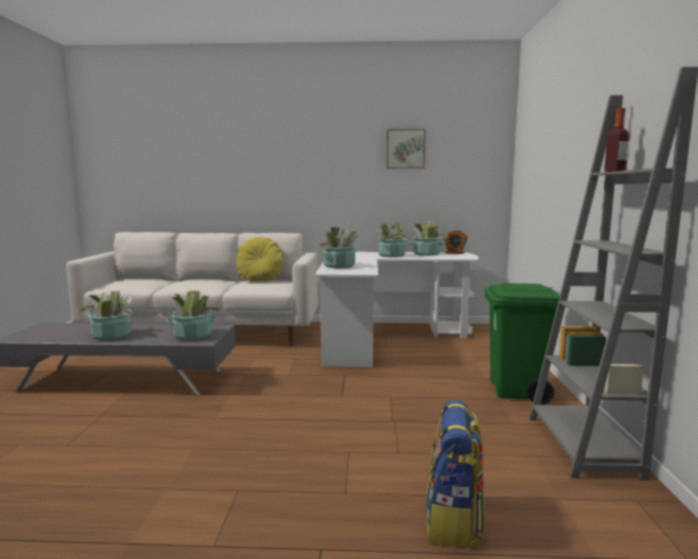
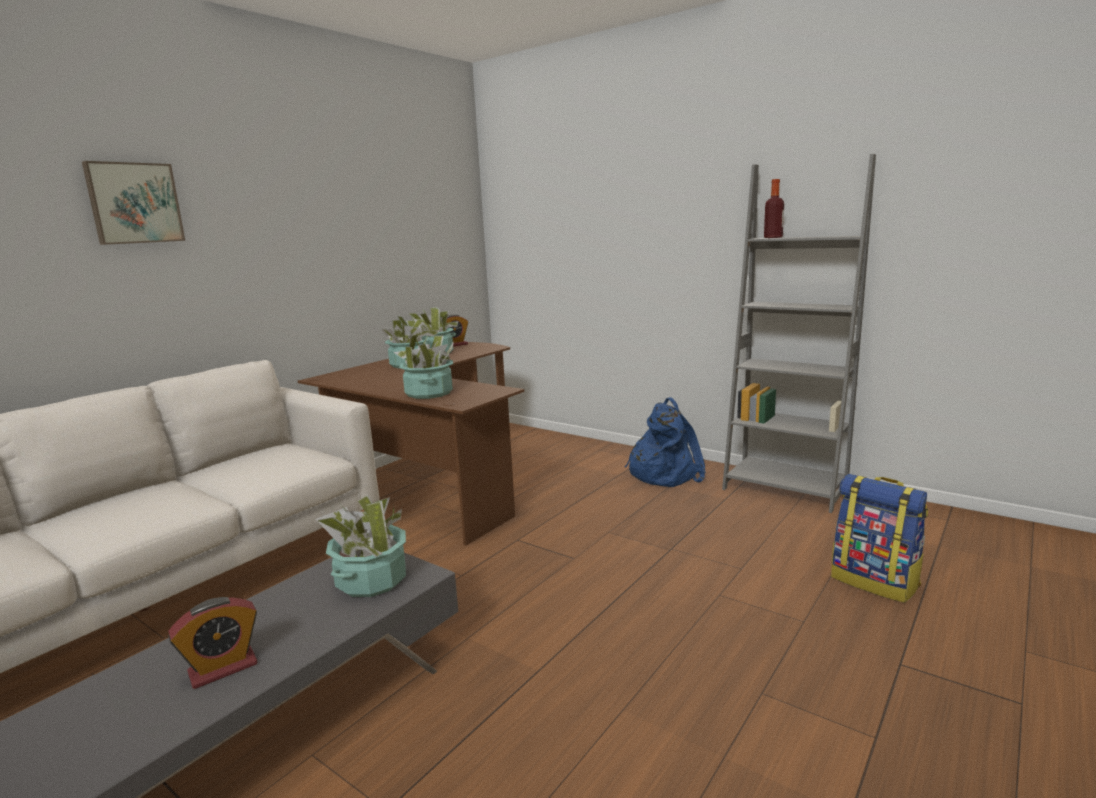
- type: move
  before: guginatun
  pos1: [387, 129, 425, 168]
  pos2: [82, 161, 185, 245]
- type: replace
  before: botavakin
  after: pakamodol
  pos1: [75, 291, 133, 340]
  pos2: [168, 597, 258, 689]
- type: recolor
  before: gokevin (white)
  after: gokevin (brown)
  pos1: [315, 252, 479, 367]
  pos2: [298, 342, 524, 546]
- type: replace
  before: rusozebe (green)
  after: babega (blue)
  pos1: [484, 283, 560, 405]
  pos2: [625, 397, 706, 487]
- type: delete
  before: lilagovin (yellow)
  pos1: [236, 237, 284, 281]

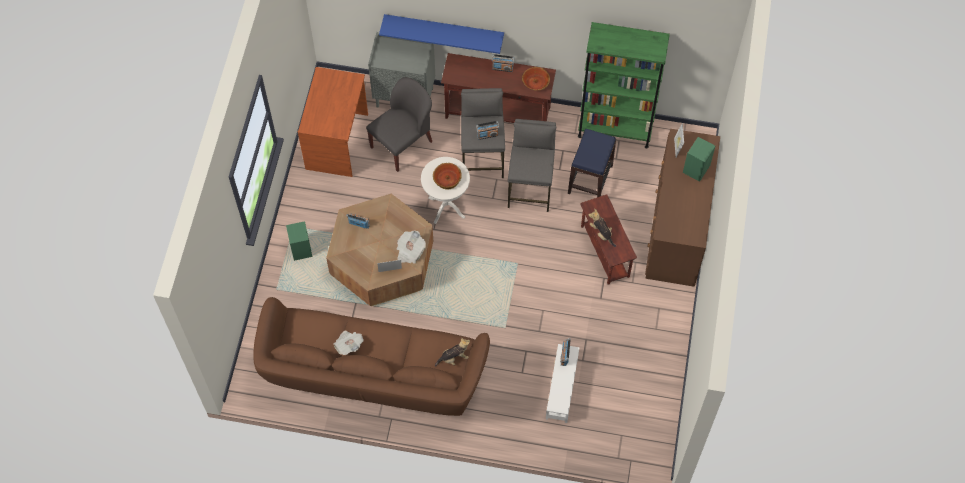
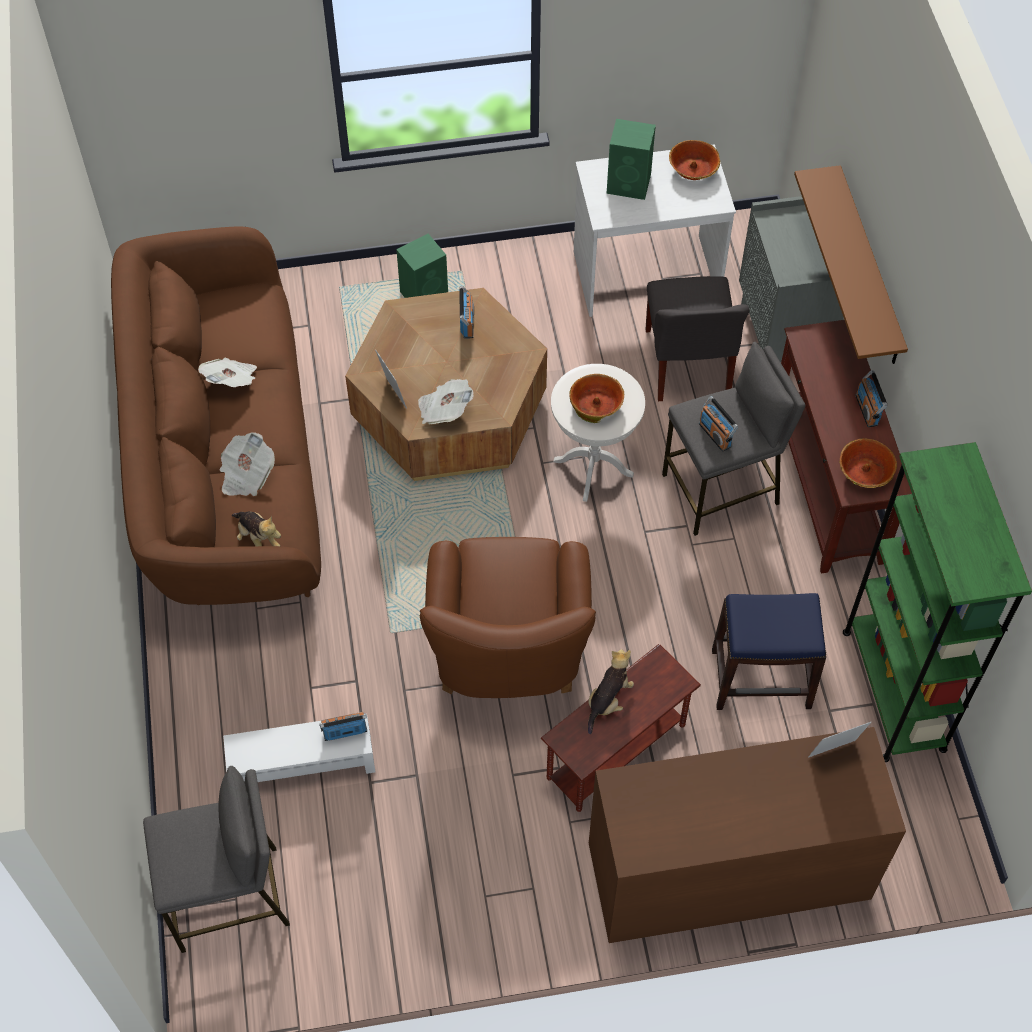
- type: move
  before: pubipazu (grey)
  pos1: [508, 119, 556, 212]
  pos2: [143, 766, 290, 953]
- type: insert
  after: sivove
  pos2: [220, 432, 275, 496]
- type: insert
  after: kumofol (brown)
  pos2: [420, 537, 596, 698]
- type: recolor
  before: gokevin (brown)
  after: gokevin (white)
  pos1: [298, 67, 368, 177]
  pos2: [574, 144, 736, 317]
- type: move
  before: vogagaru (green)
  pos1: [683, 137, 715, 182]
  pos2: [606, 119, 656, 200]
- type: rotate
  before: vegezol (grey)
  pos1: [366, 77, 432, 172]
  pos2: [646, 276, 750, 401]
  turn: 60
- type: insert
  after: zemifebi
  pos2: [669, 140, 720, 180]
- type: recolor
  before: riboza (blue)
  after: riboza (brown)
  pos1: [379, 14, 504, 54]
  pos2: [794, 165, 908, 364]

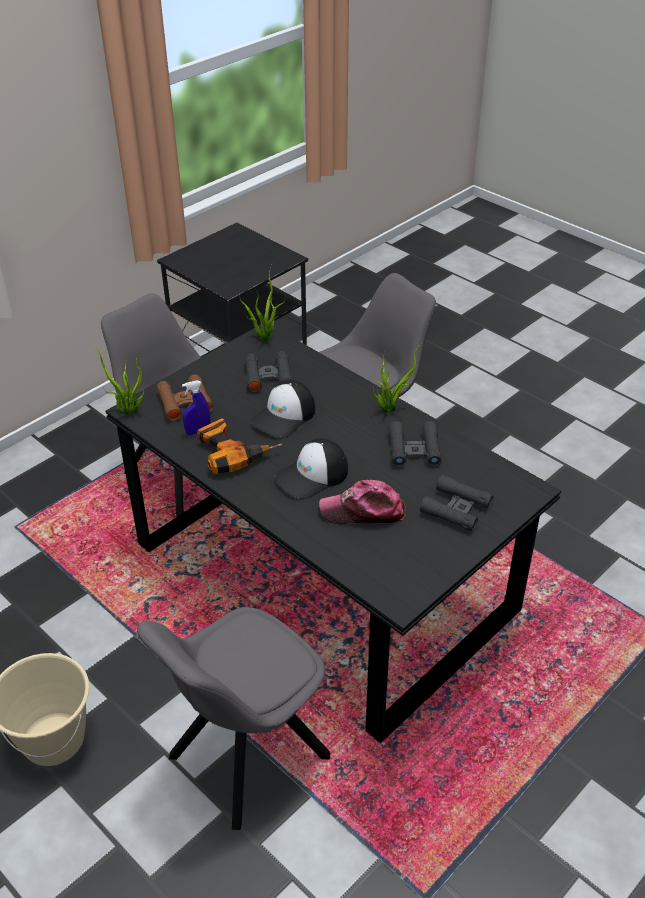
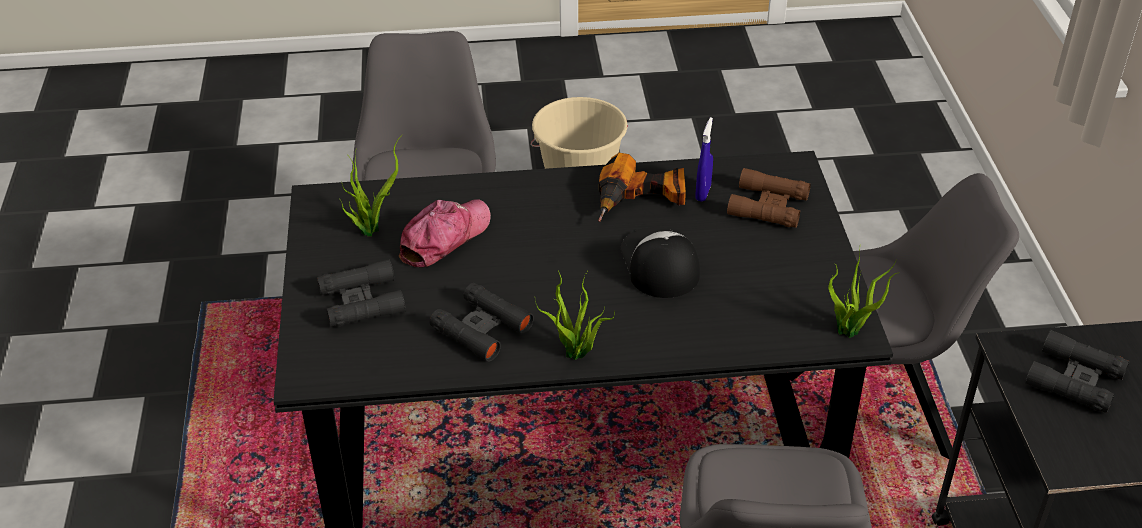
- type: move
  before: botavakin
  pos1: [93, 343, 144, 415]
  pos2: [340, 134, 403, 236]
- type: move
  before: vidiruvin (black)
  pos1: [245, 351, 293, 393]
  pos2: [1025, 330, 1130, 413]
- type: delete
  before: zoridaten
  pos1: [275, 438, 348, 499]

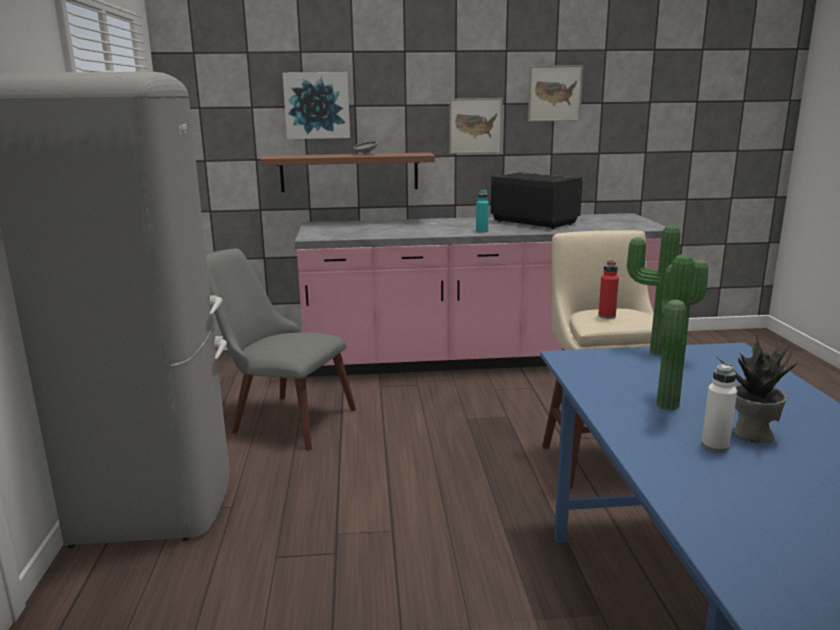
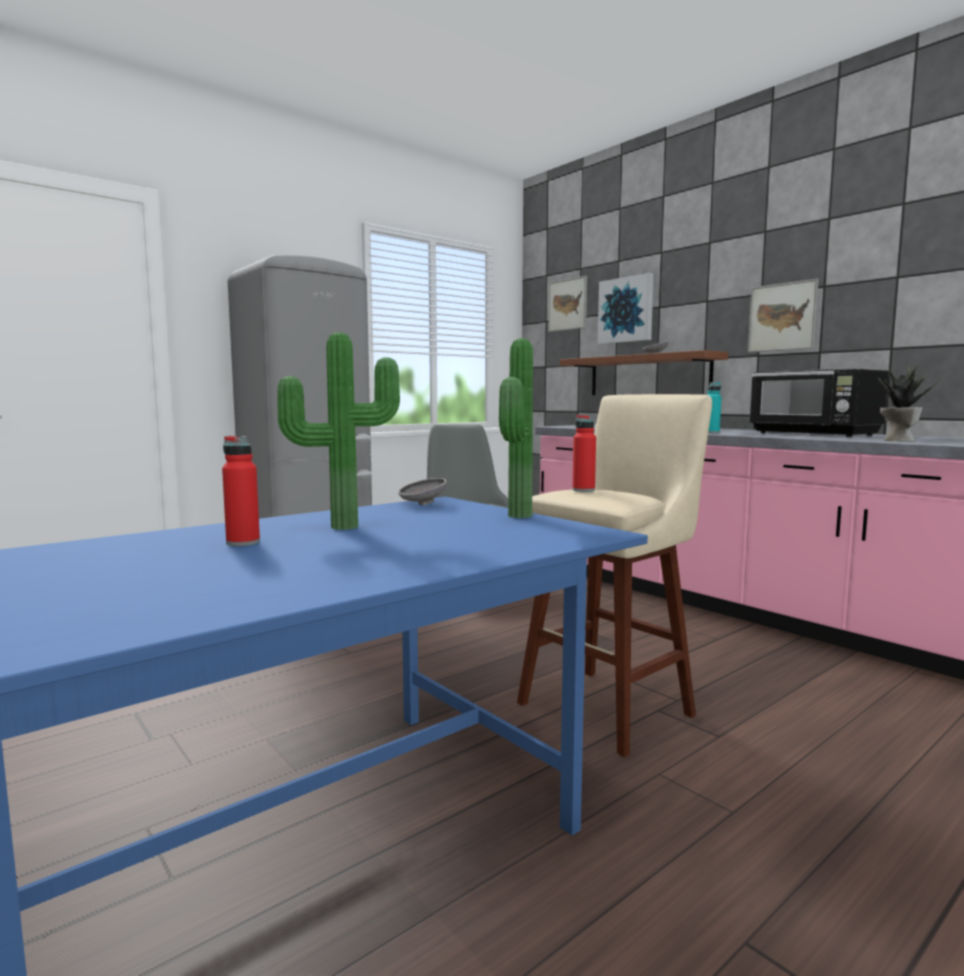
- type: recolor
  before: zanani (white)
  after: zanani (red)
  pos1: [701, 363, 737, 452]
  pos2: [222, 436, 260, 546]
- type: insert
  after: zemifebi (grey)
  pos2: [398, 478, 447, 505]
- type: move
  before: guginatun
  pos1: [528, 65, 583, 122]
  pos2: [548, 276, 587, 332]
- type: rotate
  before: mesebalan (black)
  pos1: [491, 172, 584, 229]
  pos2: [749, 369, 889, 437]
  turn: 135
- type: move
  before: botavakin
  pos1: [717, 333, 799, 443]
  pos2: [878, 364, 938, 442]

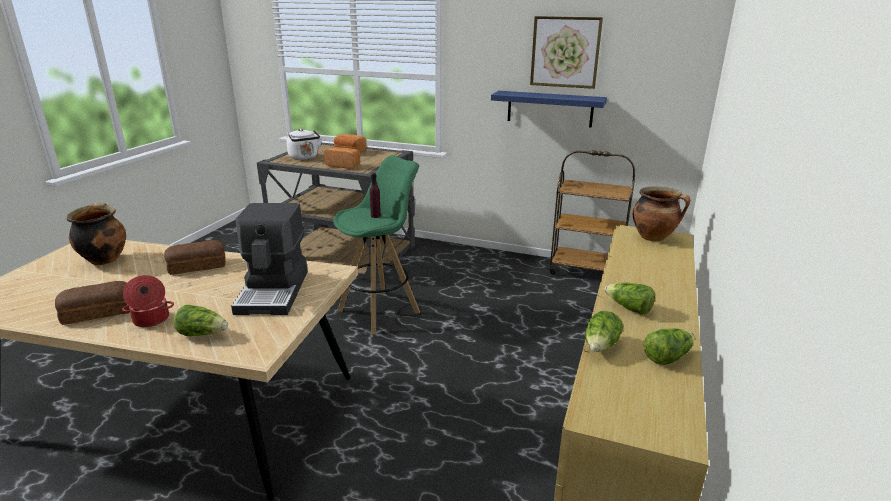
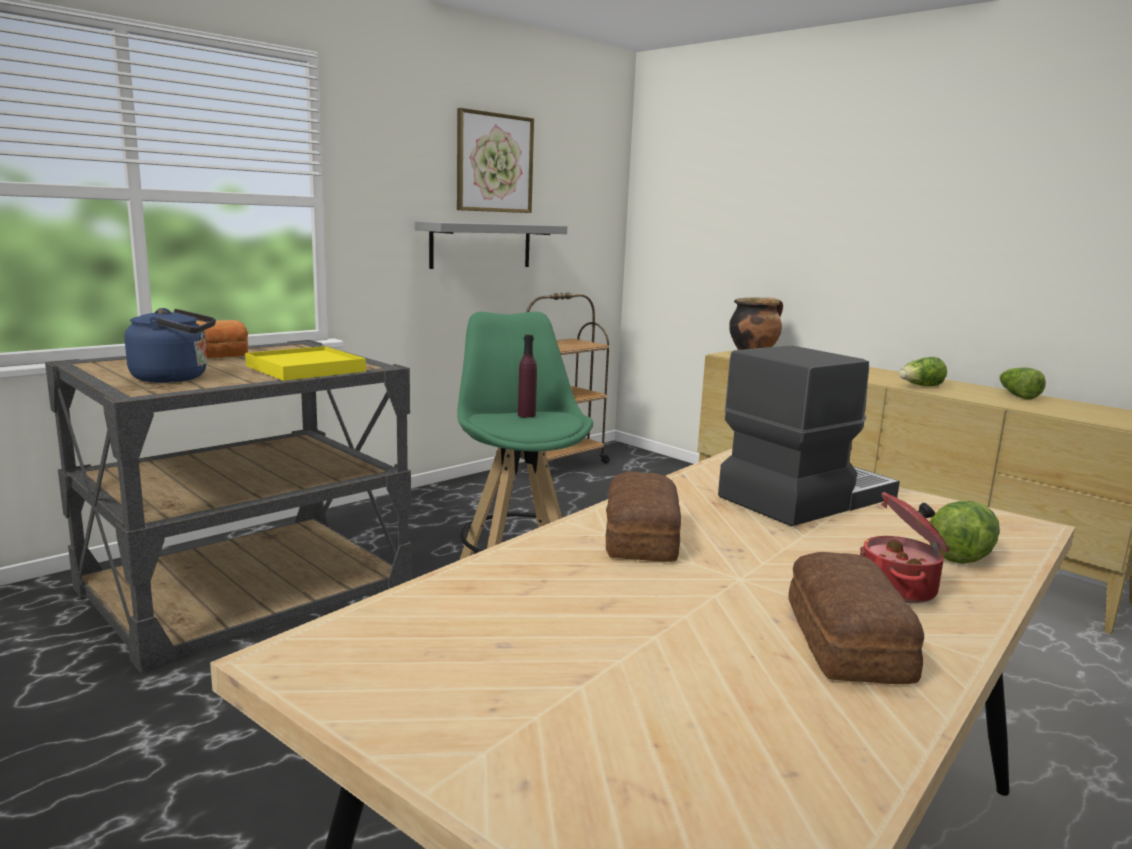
- type: recolor
  before: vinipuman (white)
  after: vinipuman (blue)
  pos1: [286, 129, 322, 160]
  pos2: [125, 308, 216, 383]
- type: replace
  before: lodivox
  after: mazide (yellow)
  pos1: [324, 147, 360, 169]
  pos2: [245, 346, 366, 381]
- type: recolor
  before: riboza (blue)
  after: riboza (grey)
  pos1: [491, 91, 607, 128]
  pos2: [415, 221, 567, 269]
- type: rotate
  before: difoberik
  pos1: [231, 203, 308, 315]
  pos2: [718, 346, 900, 526]
  turn: -60
- type: delete
  before: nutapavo
  pos1: [67, 203, 126, 265]
- type: delete
  before: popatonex
  pos1: [585, 311, 623, 352]

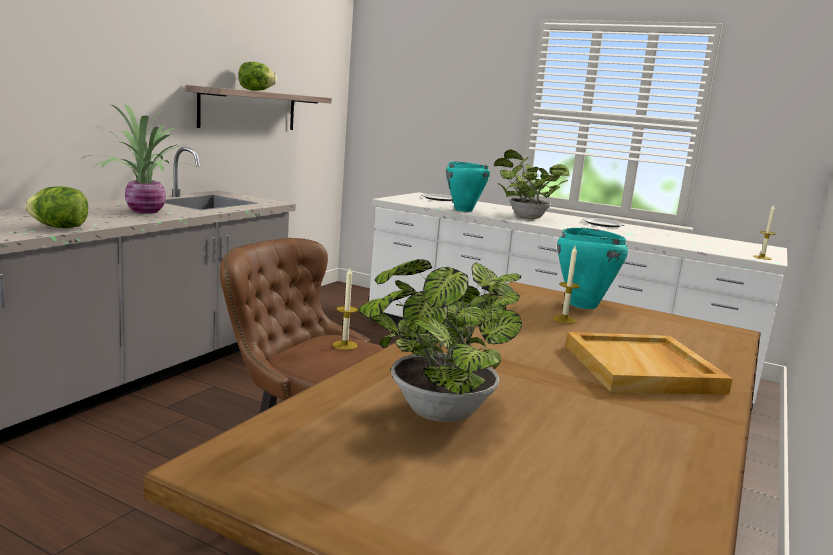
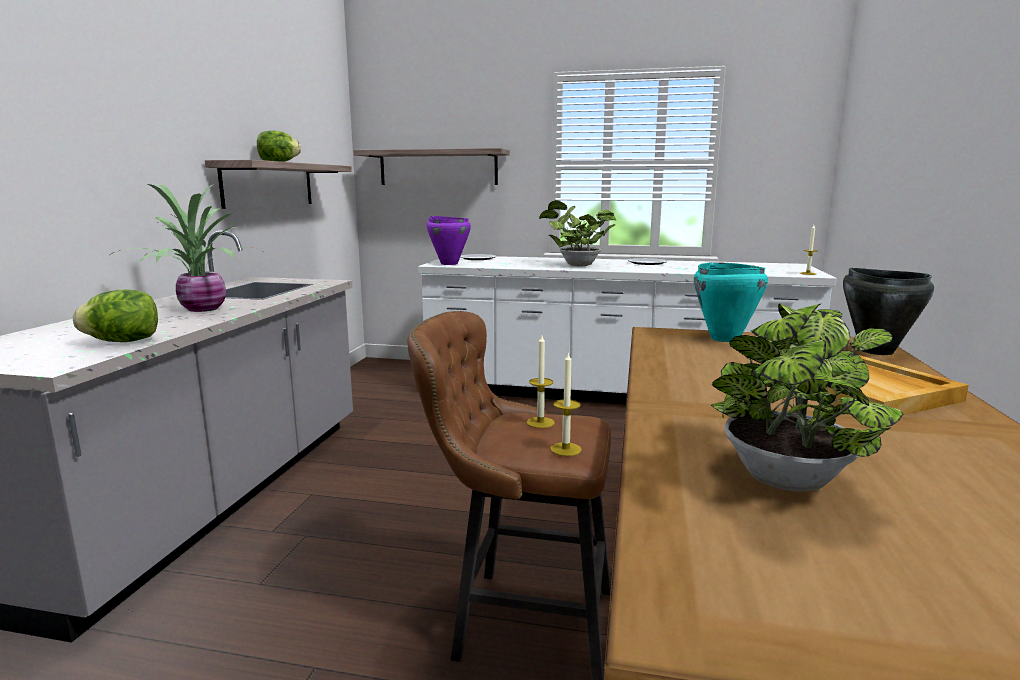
- type: insert
  after: riboza
  pos2: [353, 148, 510, 185]
- type: insert
  after: nutapavo (purple)
  pos2: [426, 216, 471, 265]
- type: move
  before: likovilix
  pos1: [553, 246, 580, 324]
  pos2: [550, 353, 582, 456]
- type: insert
  after: nutapavo (black)
  pos2: [843, 268, 934, 355]
- type: delete
  before: nutapavo (turquoise)
  pos1: [446, 161, 490, 212]

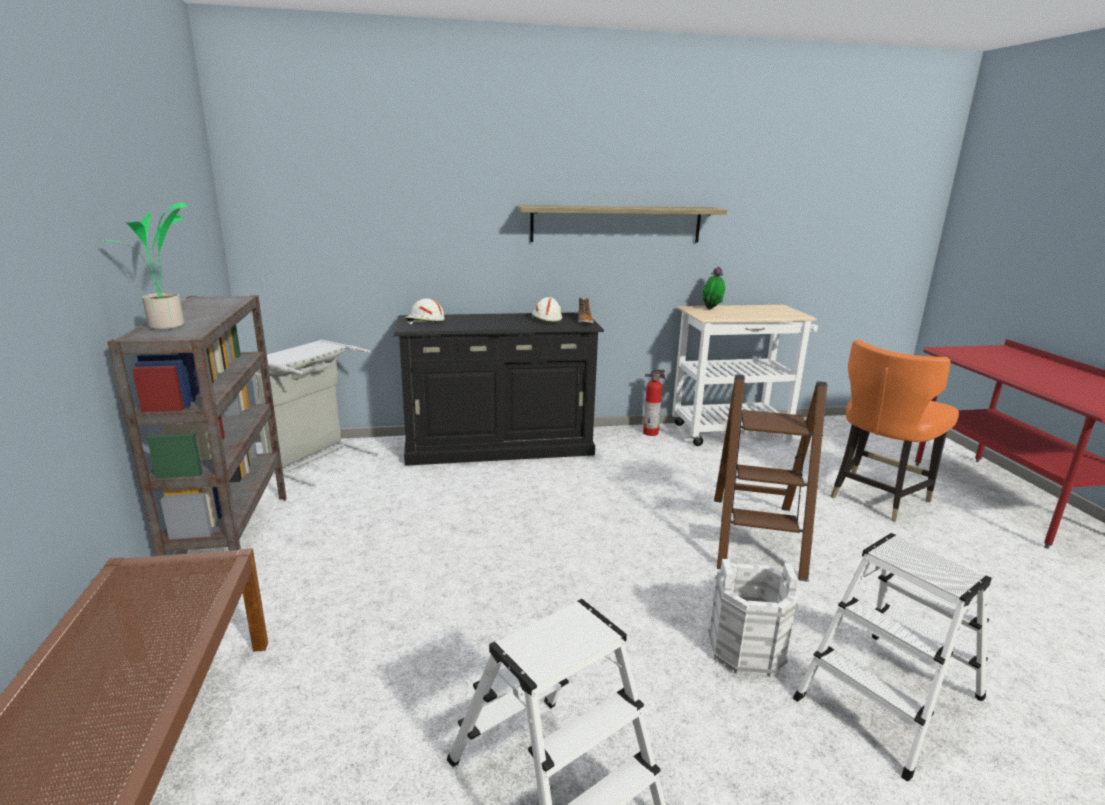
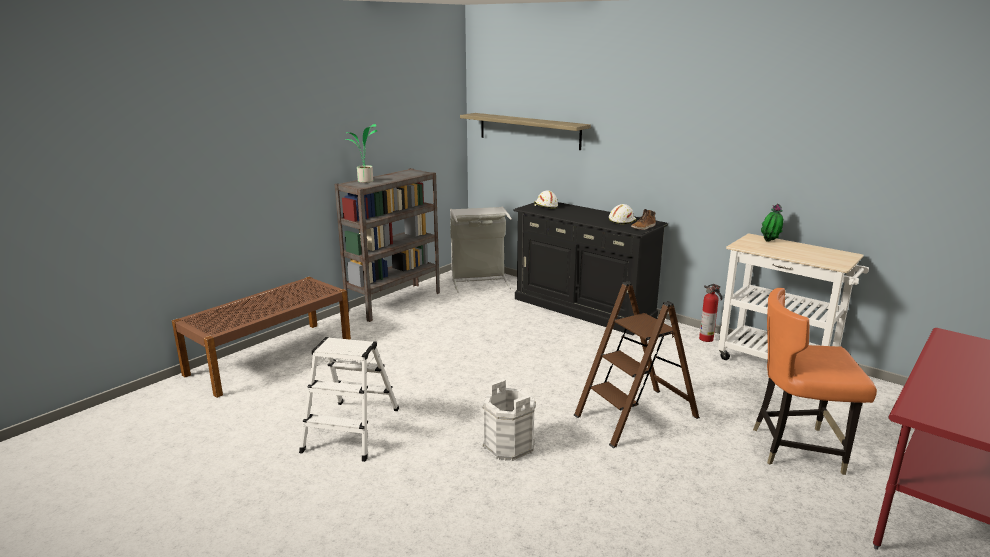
- type: move
  before: riboza
  pos1: [517, 205, 727, 243]
  pos2: [460, 113, 591, 150]
- type: delete
  before: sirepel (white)
  pos1: [793, 533, 992, 781]

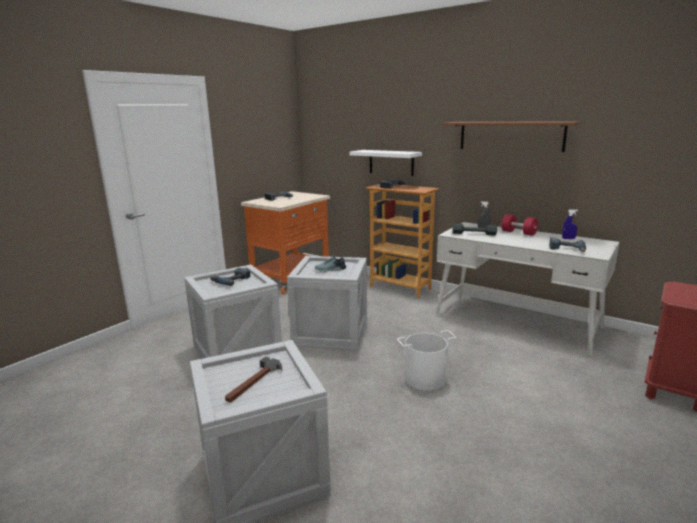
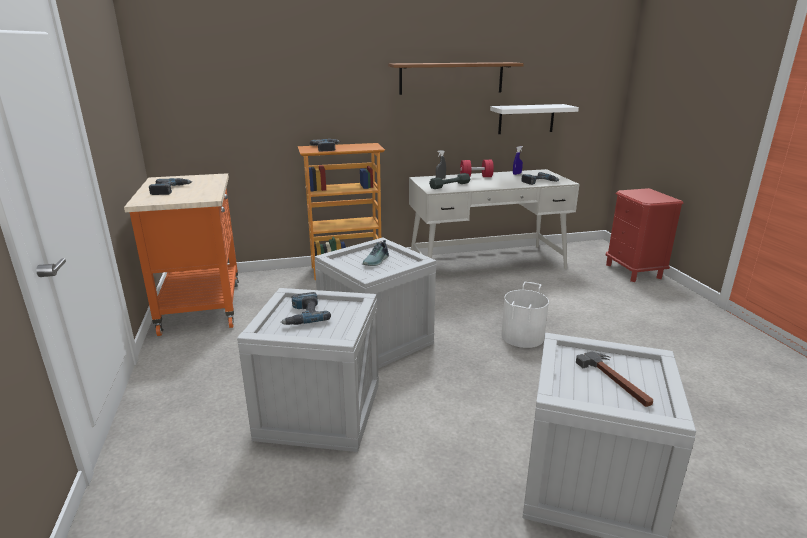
- type: move
  before: riboza (white)
  pos1: [350, 150, 422, 176]
  pos2: [490, 104, 579, 134]

